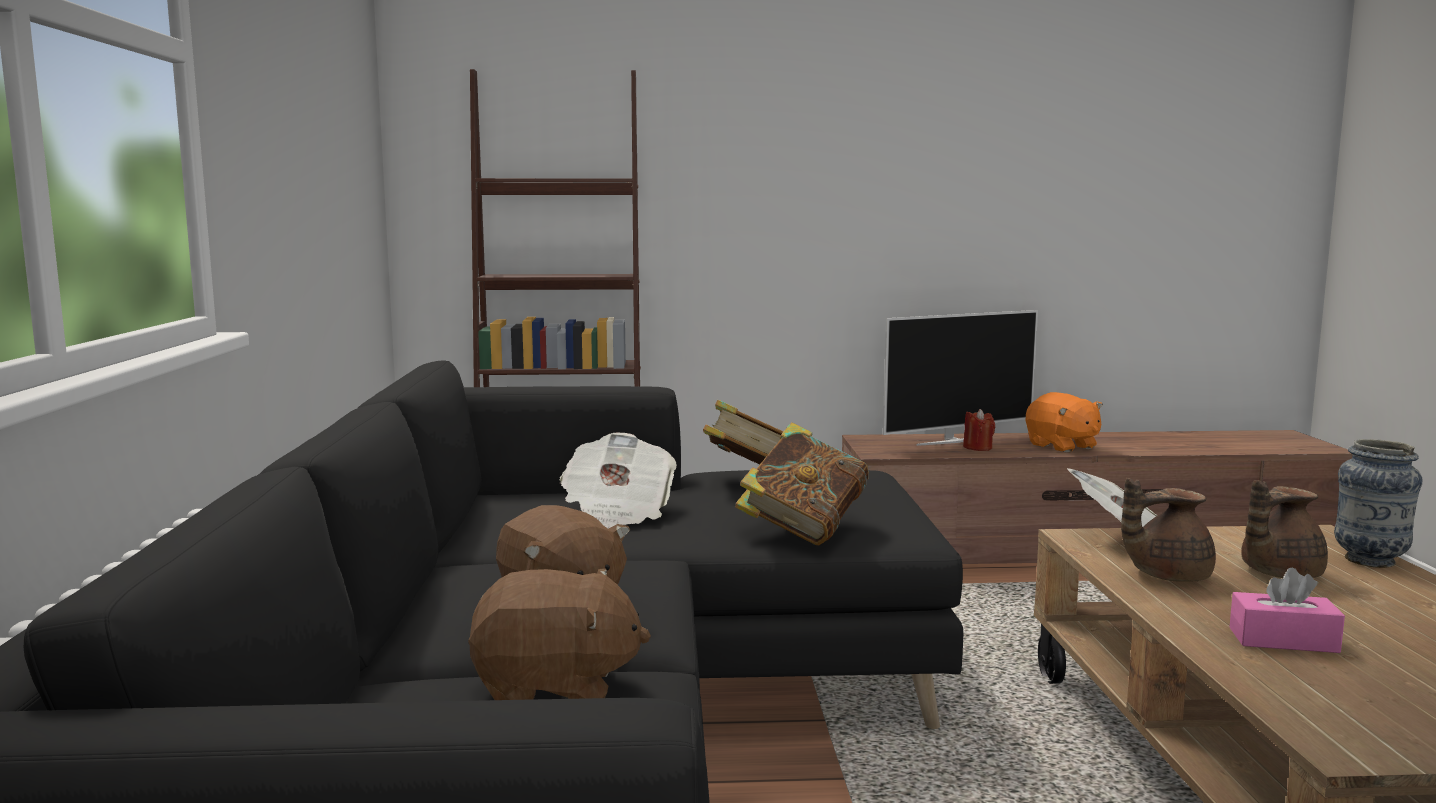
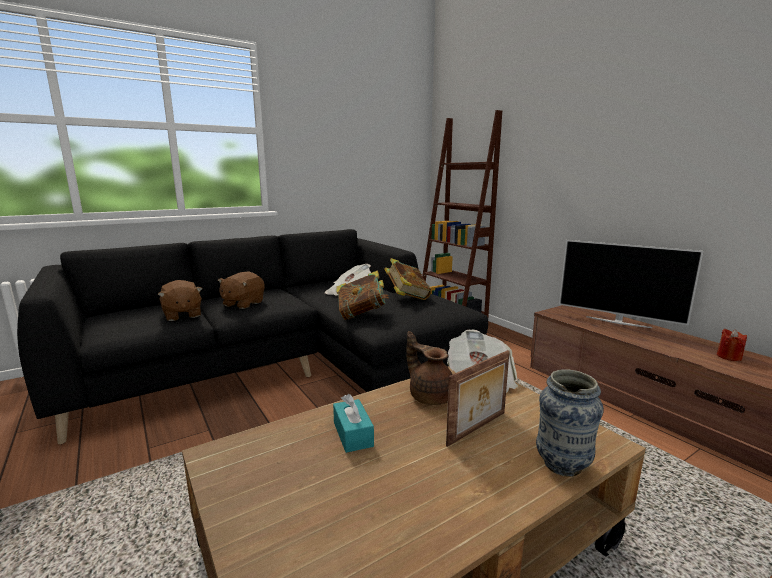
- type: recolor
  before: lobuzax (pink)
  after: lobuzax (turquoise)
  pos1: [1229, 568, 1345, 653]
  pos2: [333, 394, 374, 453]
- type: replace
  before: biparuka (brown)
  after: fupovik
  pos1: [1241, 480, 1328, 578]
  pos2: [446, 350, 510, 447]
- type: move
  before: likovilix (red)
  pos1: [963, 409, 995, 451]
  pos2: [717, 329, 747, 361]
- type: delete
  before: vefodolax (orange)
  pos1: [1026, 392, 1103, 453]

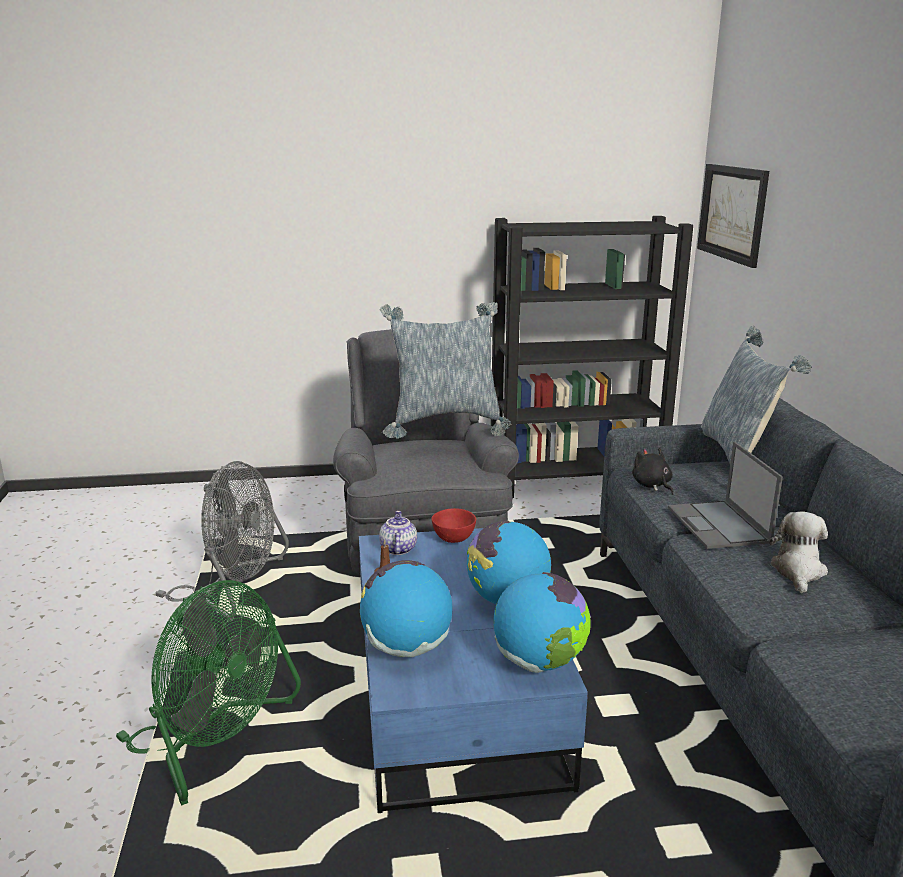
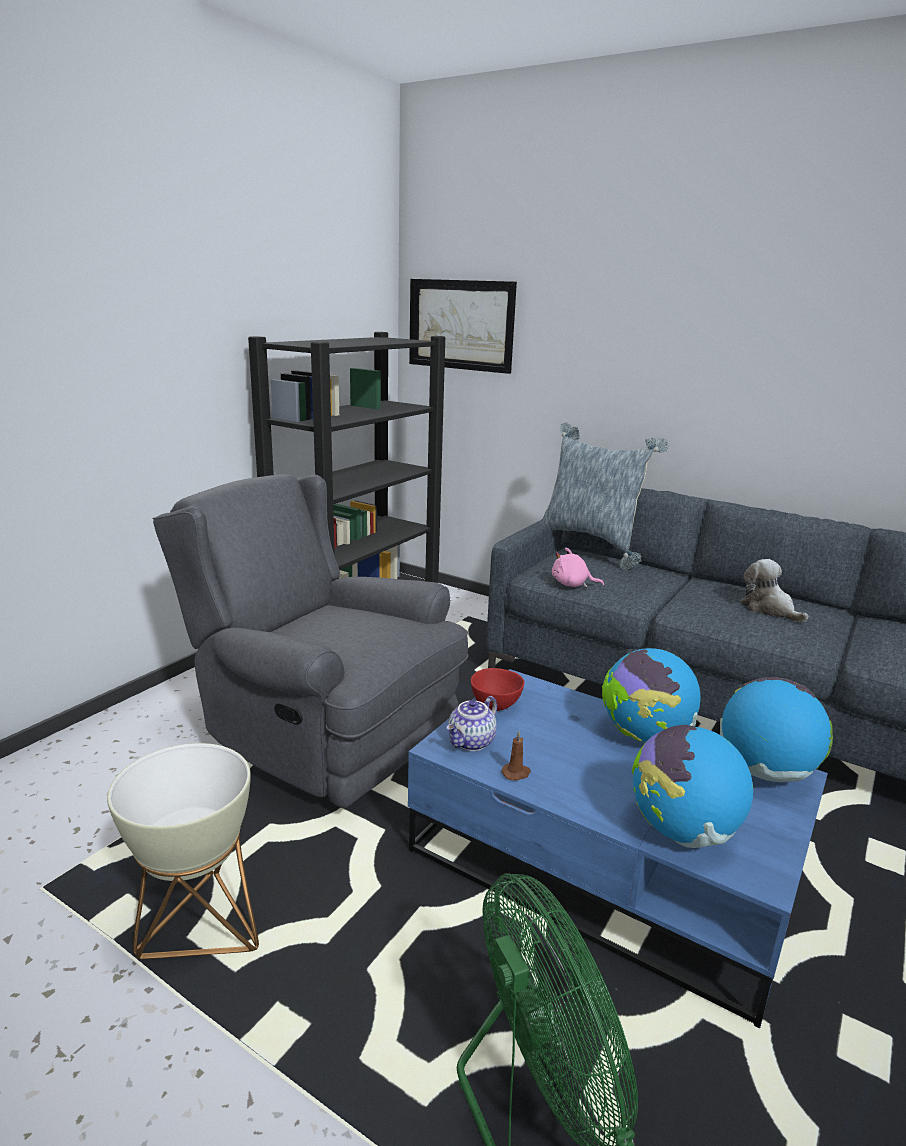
- type: replace
  before: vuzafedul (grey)
  after: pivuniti
  pos1: [156, 461, 289, 622]
  pos2: [107, 743, 259, 959]
- type: rotate
  before: biparuka
  pos1: [379, 511, 417, 555]
  pos2: [446, 696, 497, 751]
  turn: -90
- type: recolor
  before: vefodolax (black)
  after: vefodolax (pink)
  pos1: [632, 448, 673, 495]
  pos2: [552, 548, 604, 588]
- type: delete
  before: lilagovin
  pos1: [380, 302, 511, 439]
- type: delete
  before: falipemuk
  pos1: [668, 442, 783, 549]

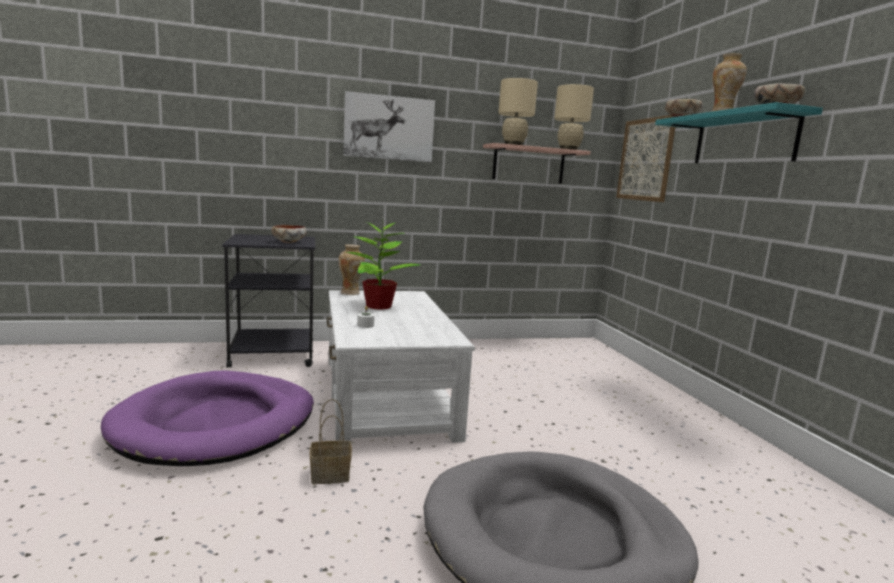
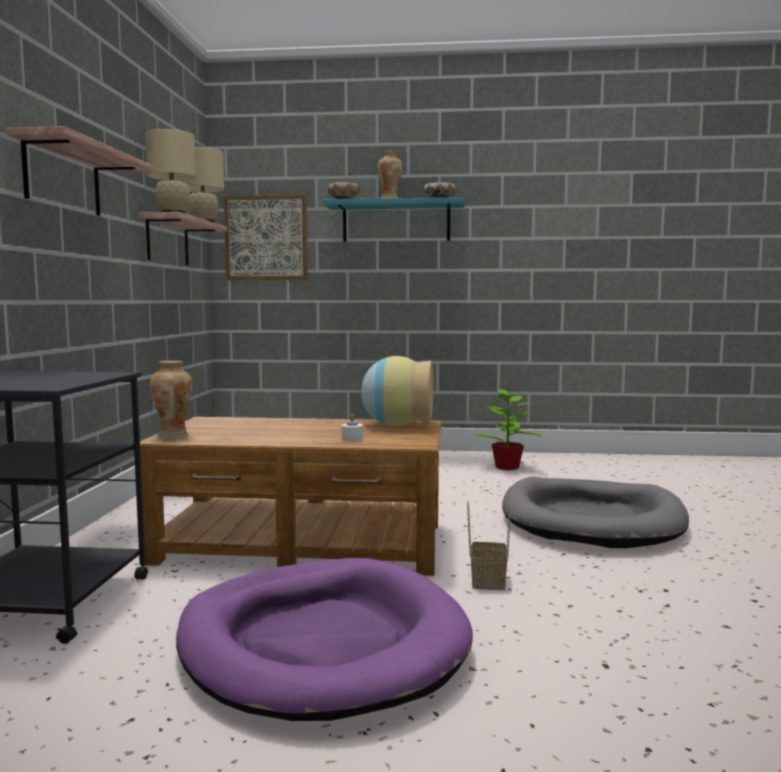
- type: replace
  before: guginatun
  after: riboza
  pos1: [344, 91, 435, 162]
  pos2: [5, 126, 153, 216]
- type: recolor
  before: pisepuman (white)
  after: pisepuman (brown)
  pos1: [327, 290, 475, 443]
  pos2: [140, 417, 441, 576]
- type: insert
  after: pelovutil
  pos2: [361, 356, 433, 426]
- type: move
  before: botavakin
  pos1: [346, 219, 420, 310]
  pos2: [474, 389, 542, 470]
- type: delete
  before: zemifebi
  pos1: [272, 225, 307, 243]

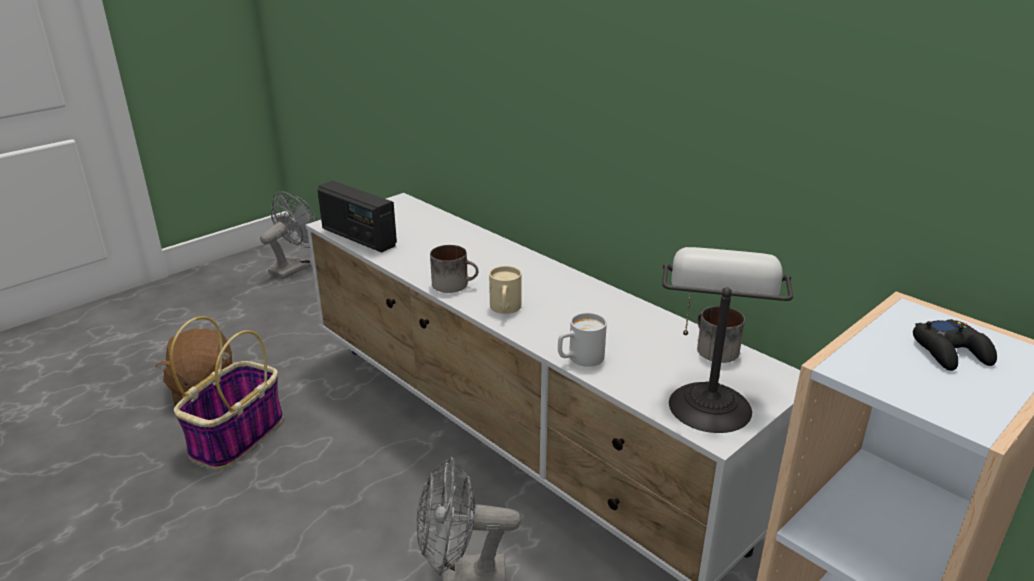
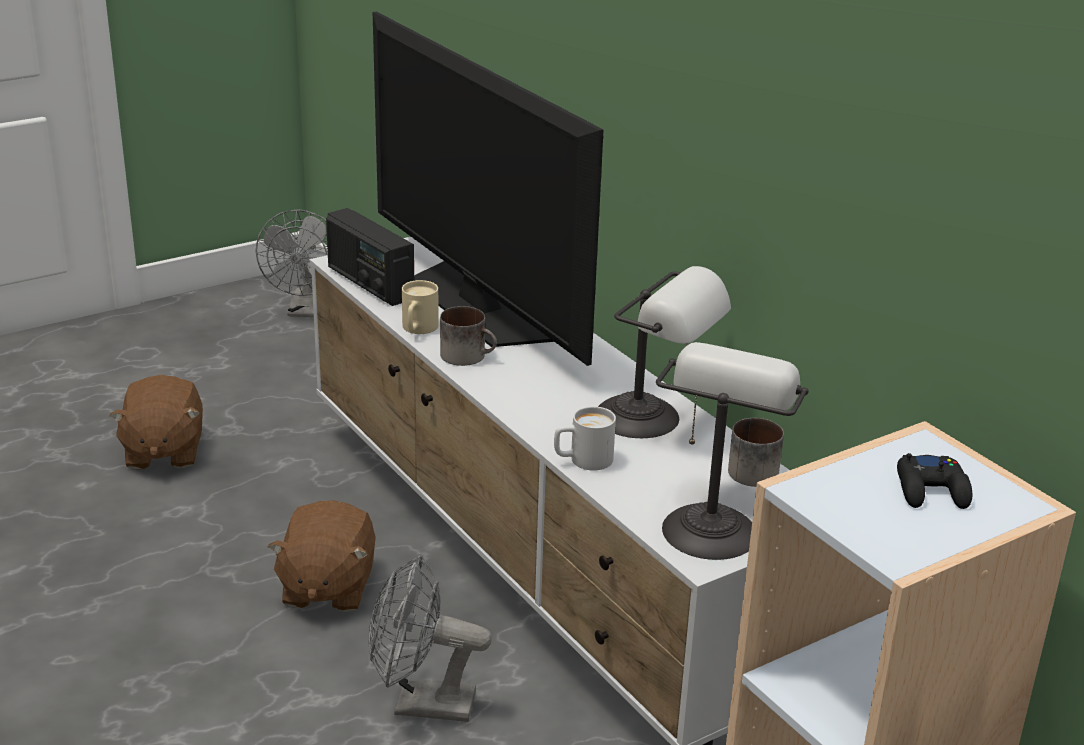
- type: rotate
  before: vuzafedul (grey)
  pos1: [260, 191, 318, 279]
  pos2: [256, 209, 328, 317]
  turn: 135
- type: insert
  after: vefodolax (brown)
  pos2: [268, 500, 376, 612]
- type: insert
  after: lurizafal
  pos2: [373, 11, 604, 366]
- type: move
  before: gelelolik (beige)
  pos1: [489, 266, 522, 314]
  pos2: [402, 280, 439, 334]
- type: insert
  after: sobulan
  pos2: [598, 266, 731, 438]
- type: delete
  before: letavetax
  pos1: [170, 316, 284, 469]

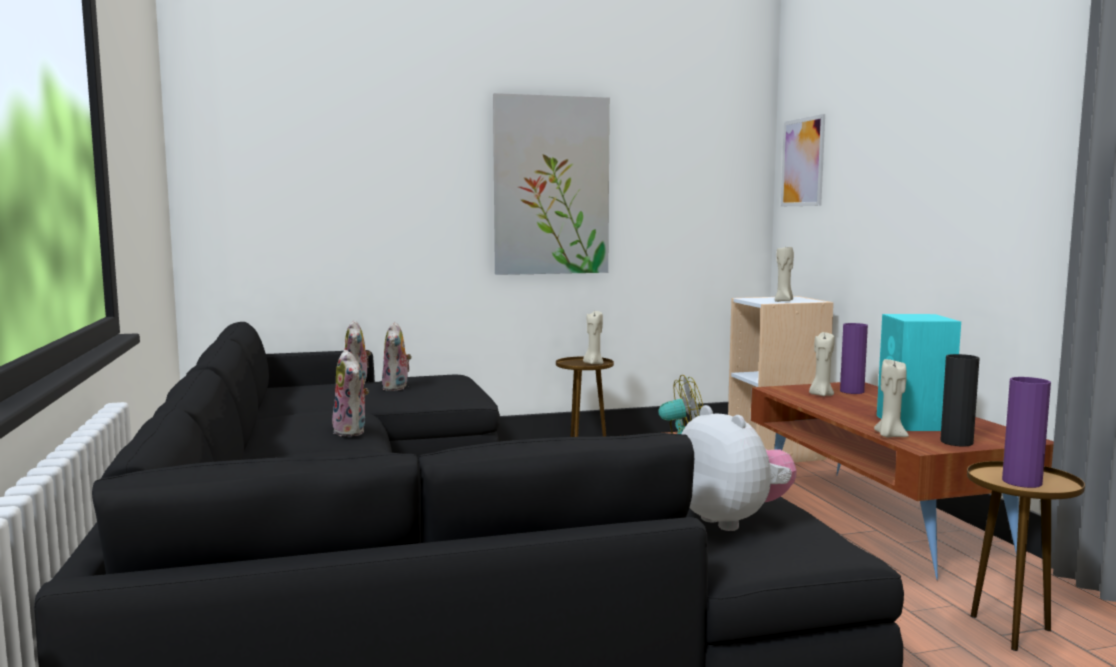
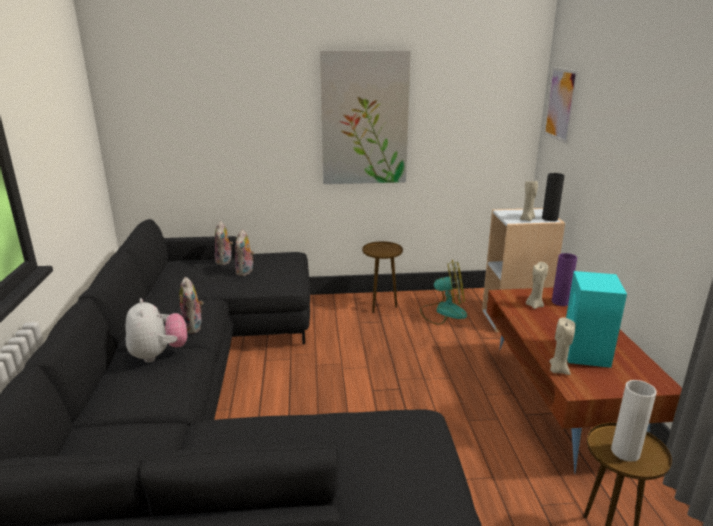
- type: move
  before: vefodolax
  pos1: [681, 405, 797, 531]
  pos2: [125, 298, 187, 363]
- type: move
  before: pelovutil (black)
  pos1: [940, 354, 980, 447]
  pos2: [542, 173, 565, 221]
- type: recolor
  before: pelovutil (purple)
  after: pelovutil (white)
  pos1: [1002, 377, 1051, 488]
  pos2: [611, 380, 657, 462]
- type: delete
  before: likovilix (beige)
  pos1: [583, 311, 603, 364]

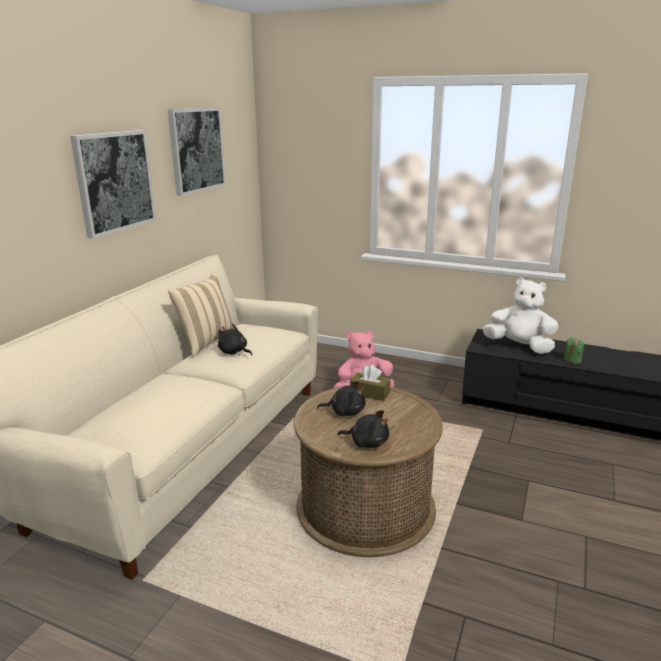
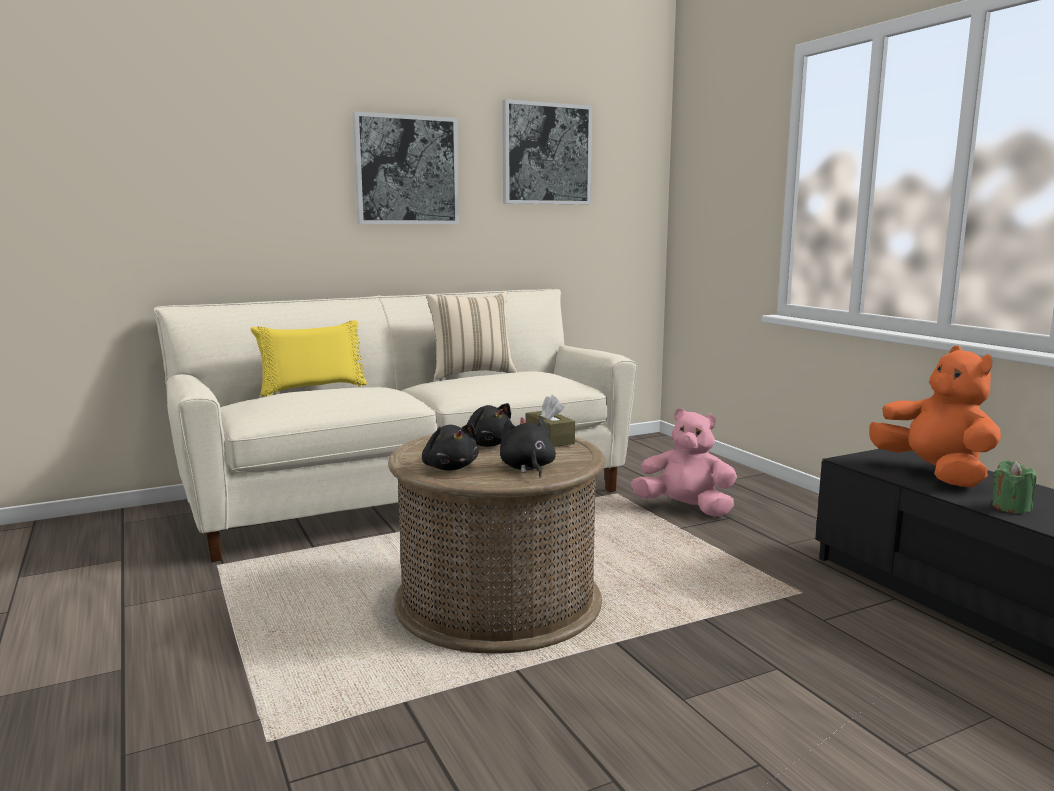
- type: insert
  after: lilagovin (yellow)
  pos2: [251, 320, 367, 397]
- type: move
  before: vefodolax (black)
  pos1: [218, 324, 252, 356]
  pos2: [500, 416, 556, 477]
- type: recolor
  before: vefodolax (white)
  after: vefodolax (orange)
  pos1: [482, 277, 558, 354]
  pos2: [869, 346, 1001, 487]

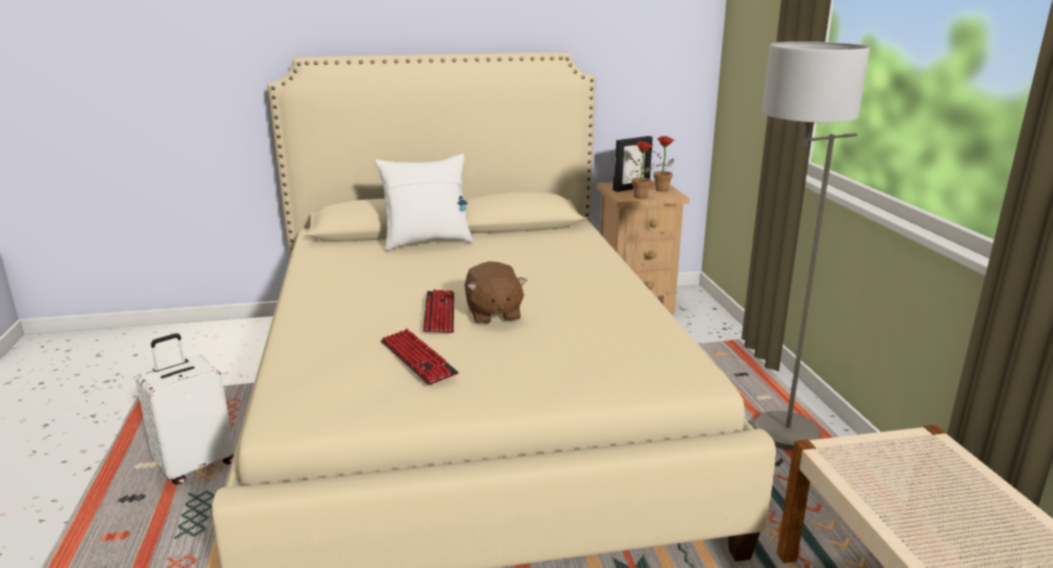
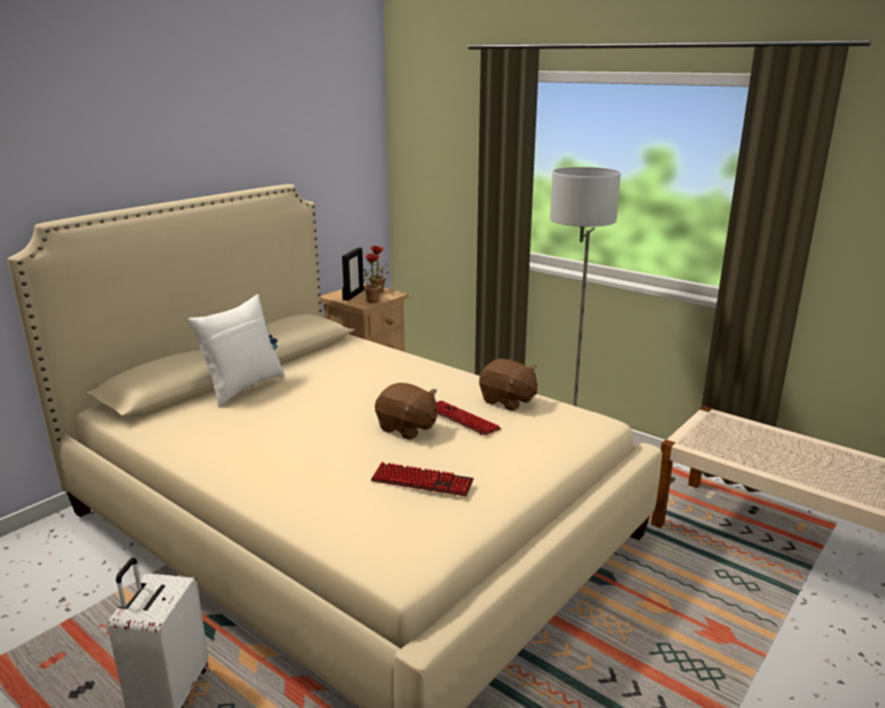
- type: move
  before: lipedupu
  pos1: [423, 289, 454, 333]
  pos2: [436, 400, 501, 435]
- type: insert
  after: vefodolax (brown)
  pos2: [479, 359, 538, 411]

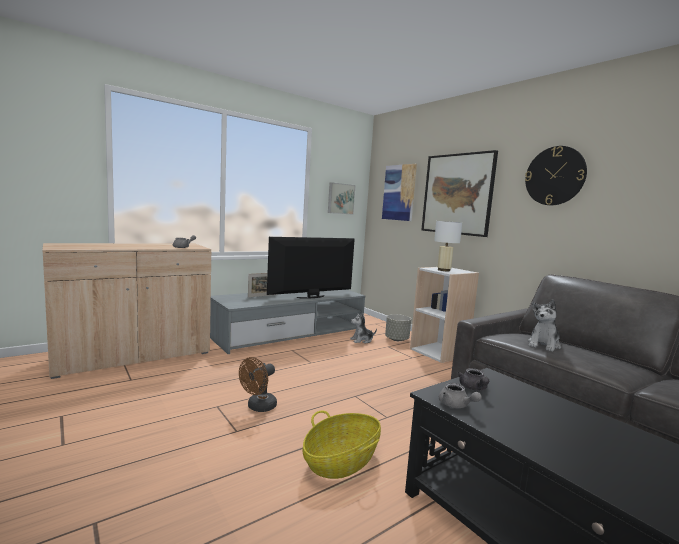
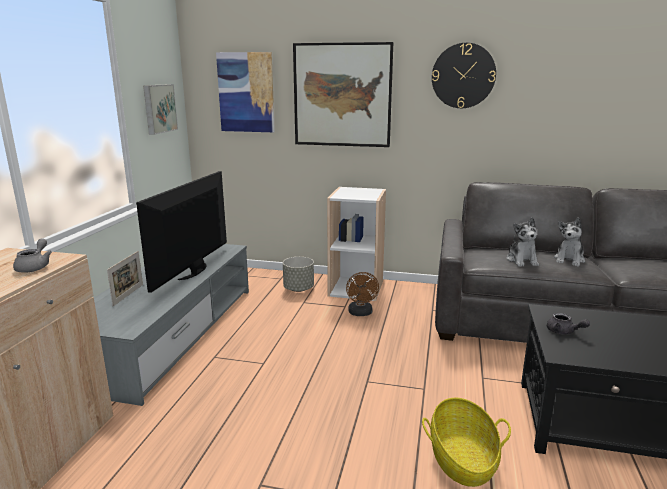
- type: move
  before: vuzafedul (brown)
  pos1: [239, 357, 277, 412]
  pos2: [346, 272, 379, 316]
- type: move
  before: vefodolax
  pos1: [350, 313, 377, 344]
  pos2: [554, 217, 585, 266]
- type: delete
  before: sobulan (white)
  pos1: [434, 221, 462, 271]
- type: delete
  before: biparuka (grey)
  pos1: [439, 383, 482, 408]

